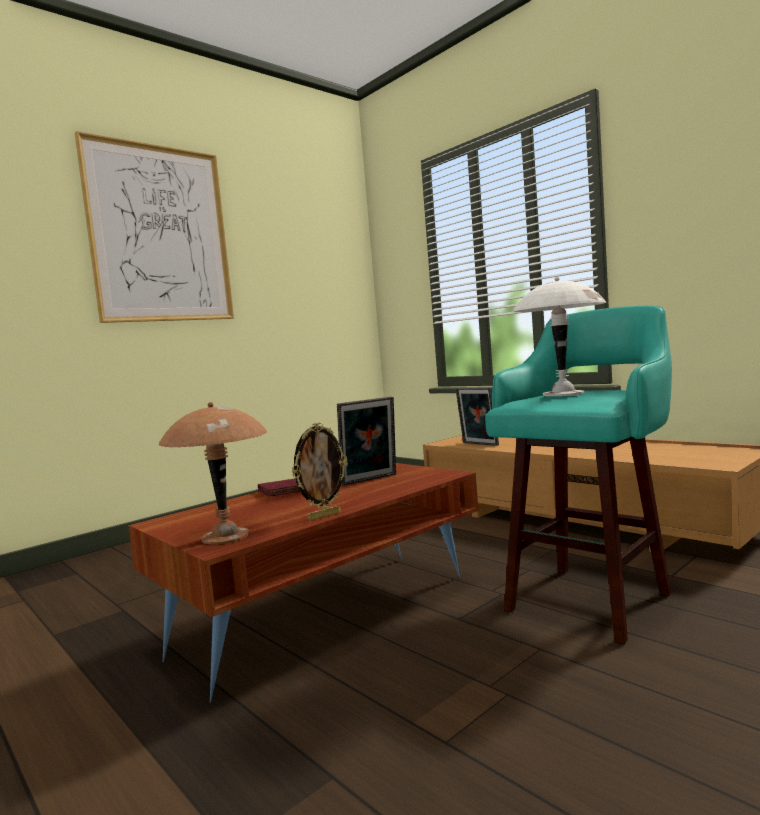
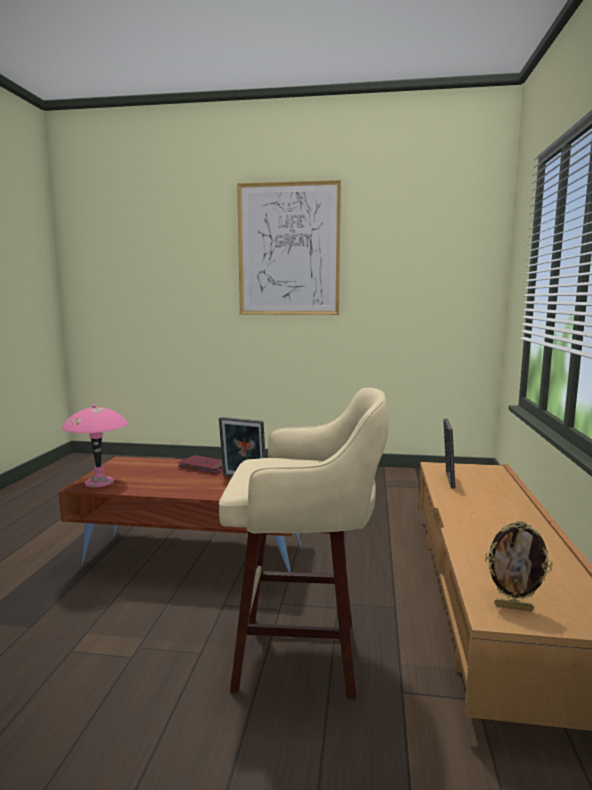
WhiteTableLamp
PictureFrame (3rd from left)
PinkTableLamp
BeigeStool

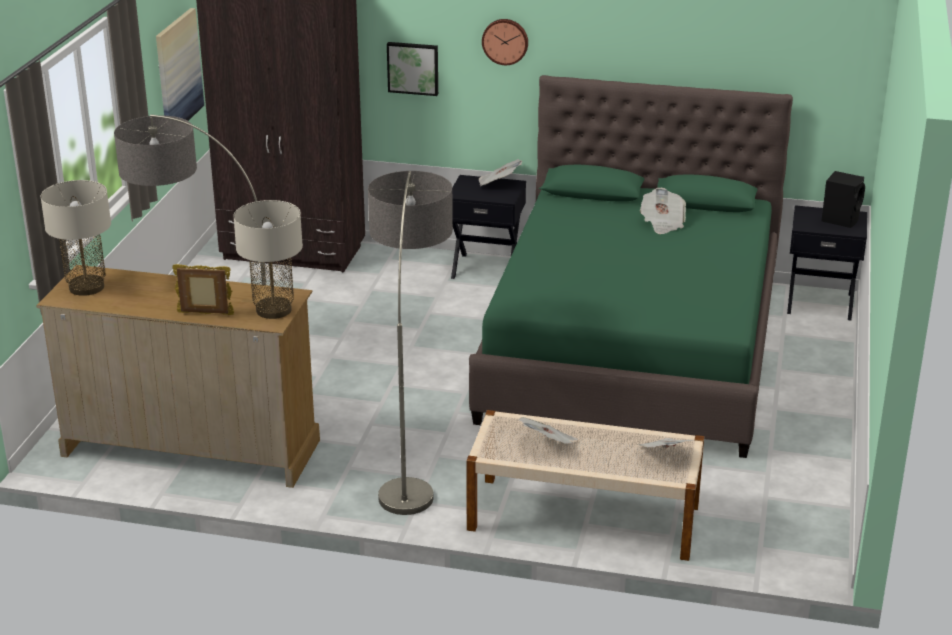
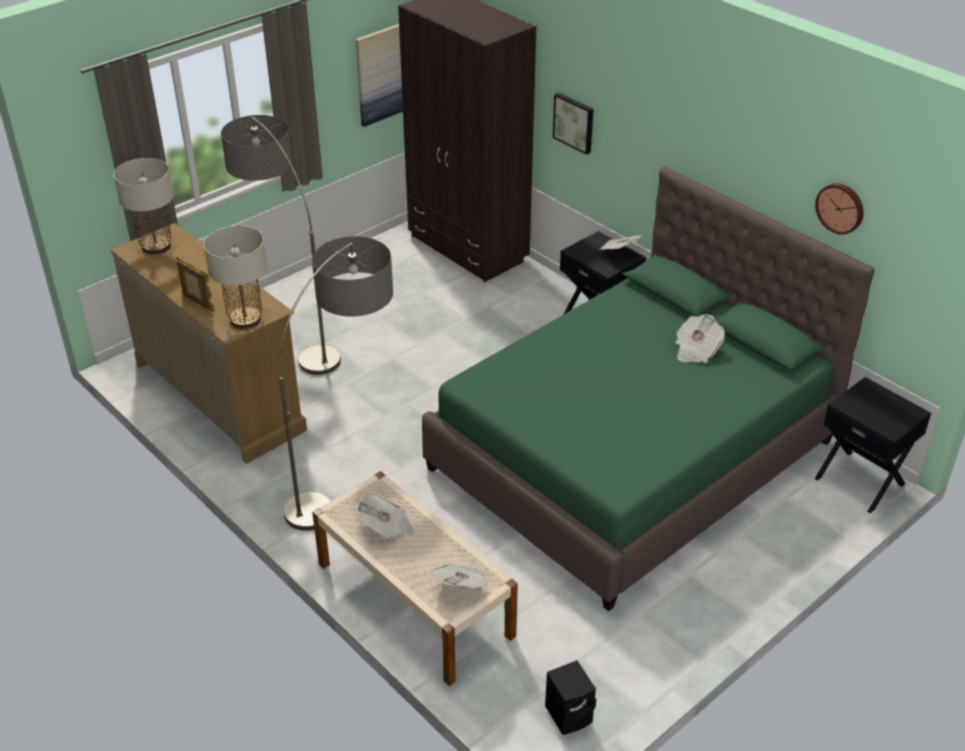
WallClock
BlackSpeaker

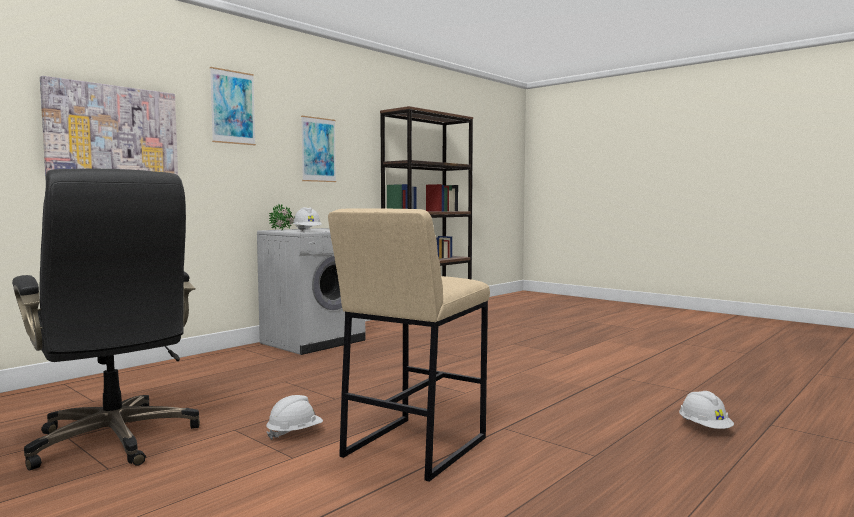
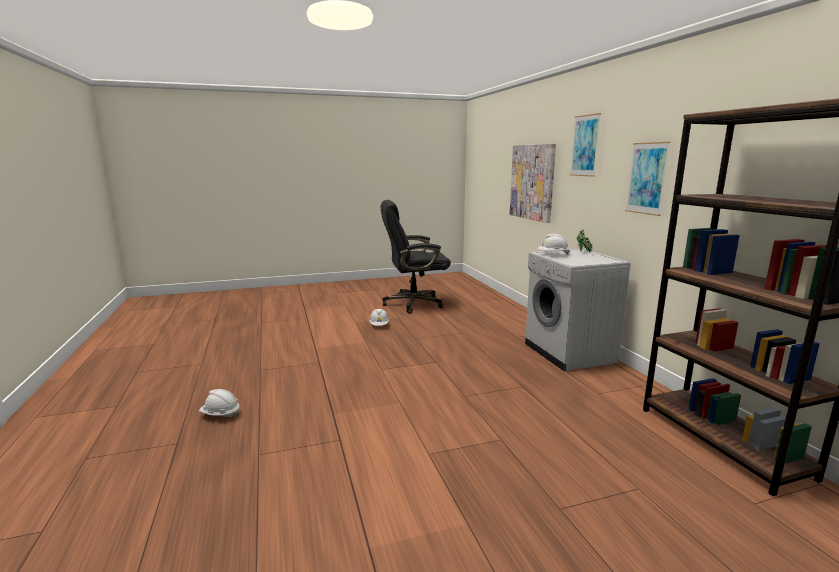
BeigeStool

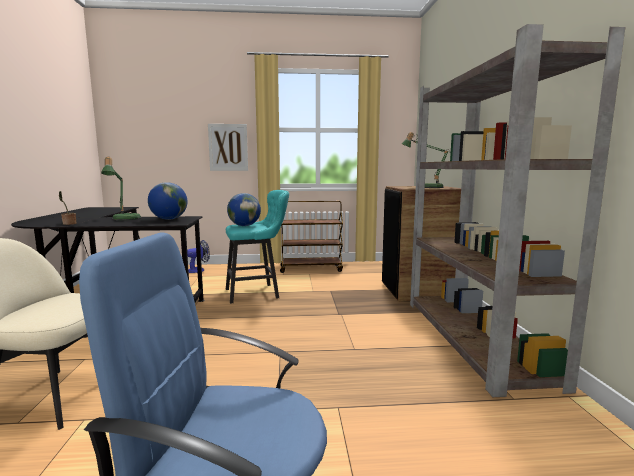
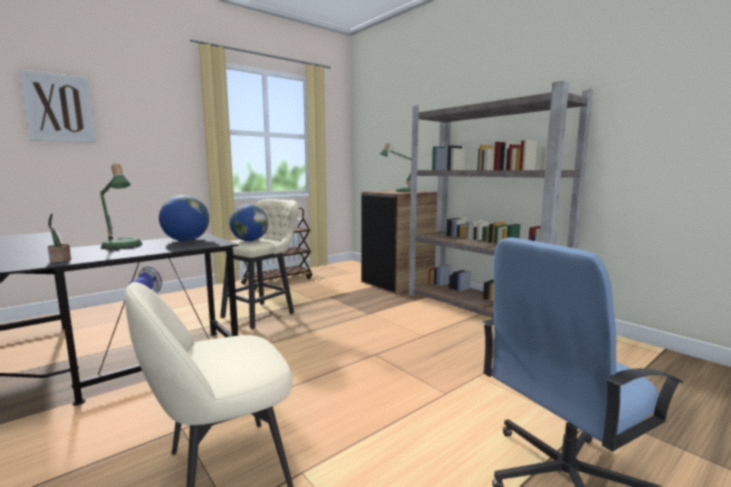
Picture
BeigeStool

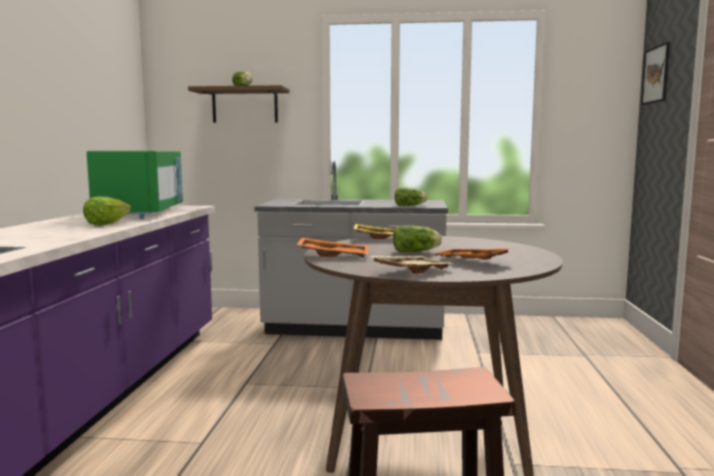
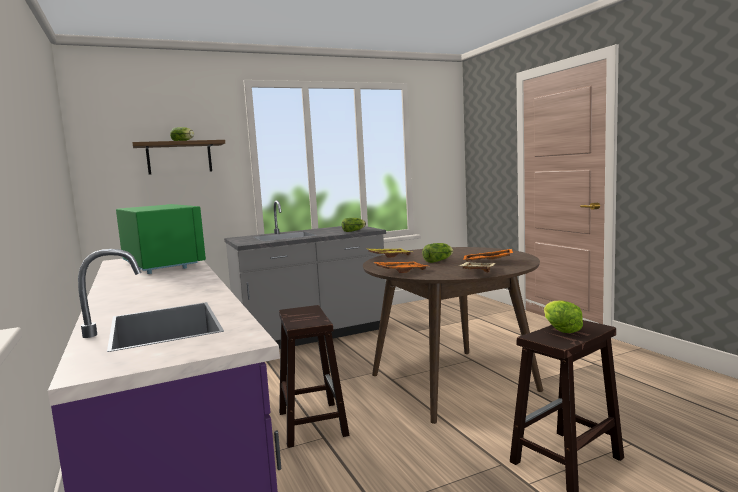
Picture
BrownStool (1st from left)
Lettuce (4th from left)

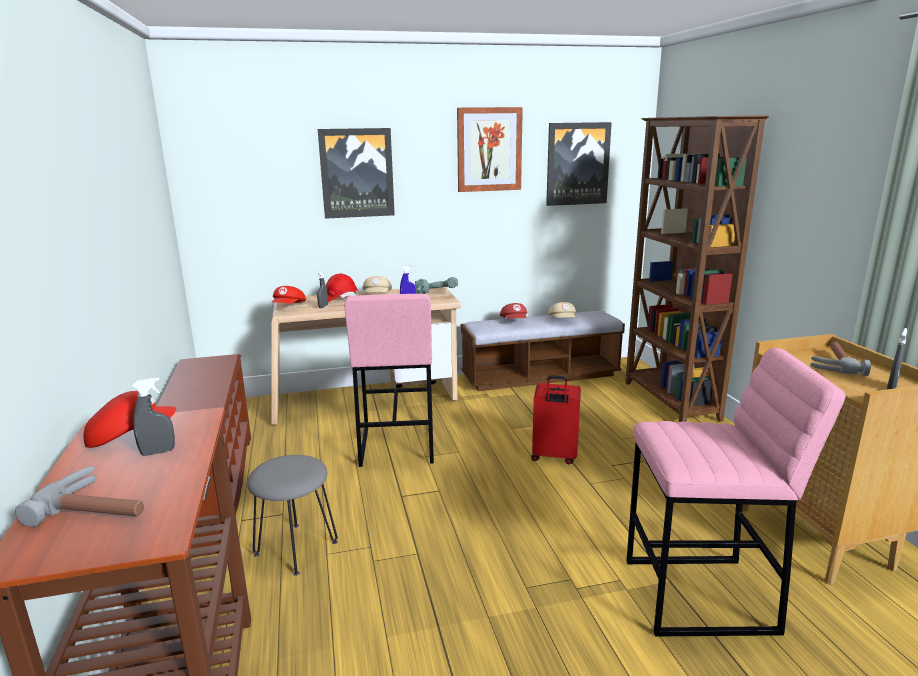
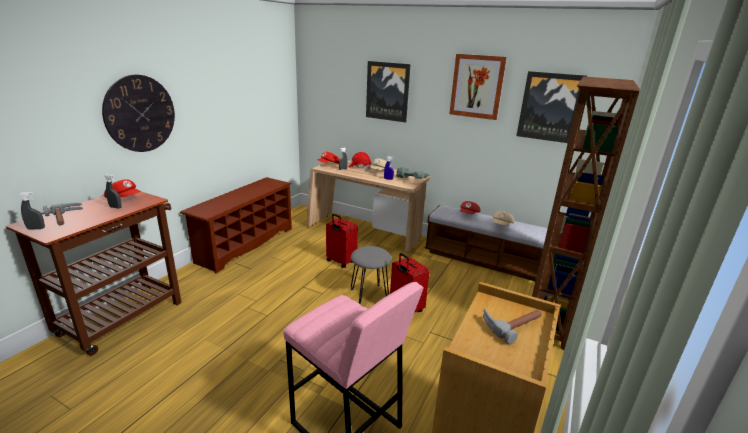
WallClock
GreyStool
GreySprayBottle (1st from left)
RedSuitcase (1st from left)

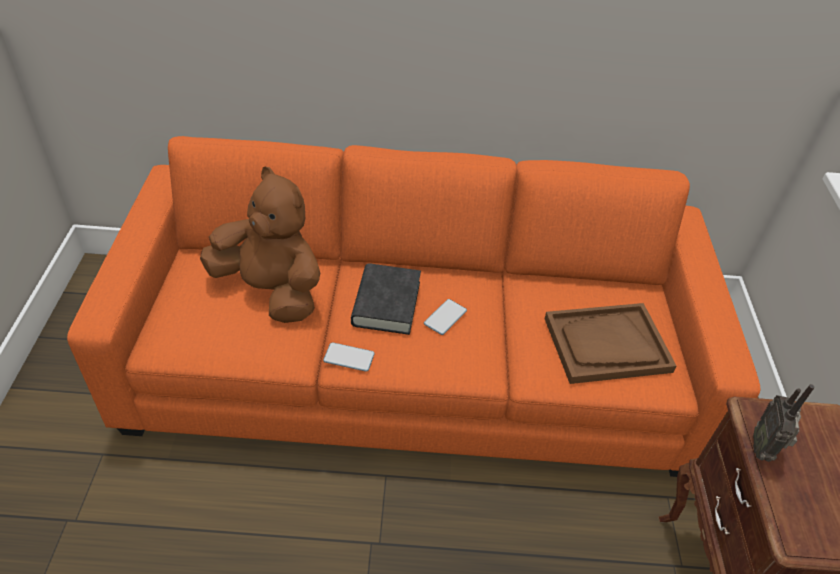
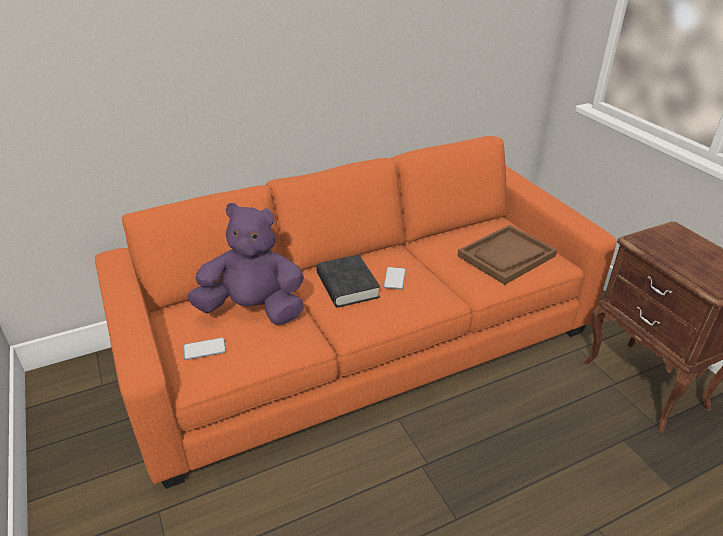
Radio
Phone (1st from left)
PurplePlushToy

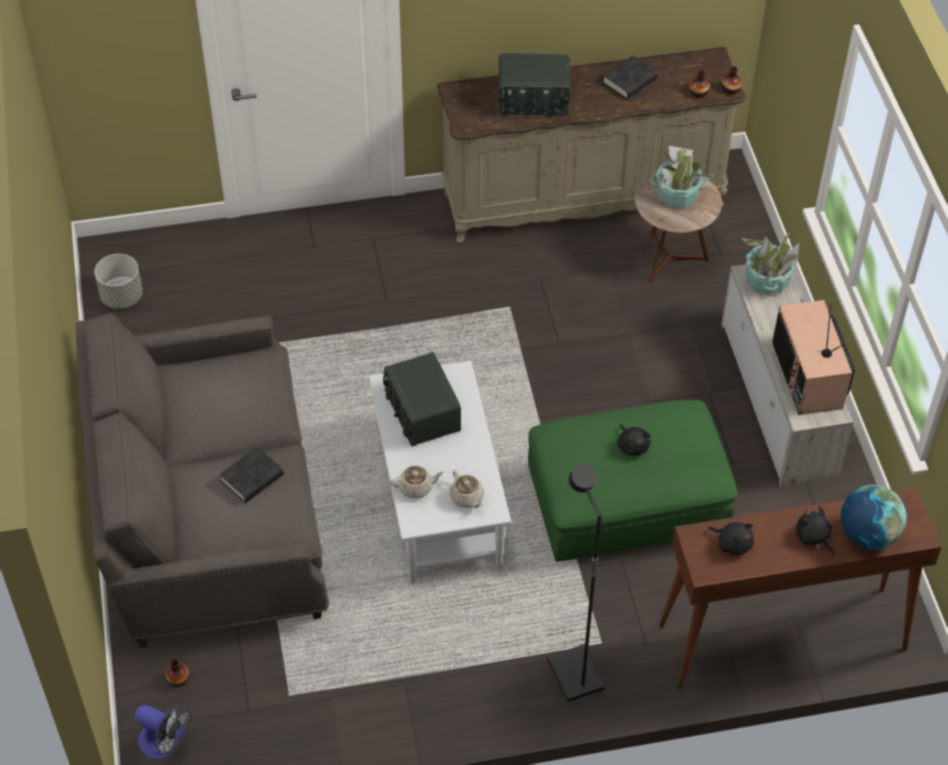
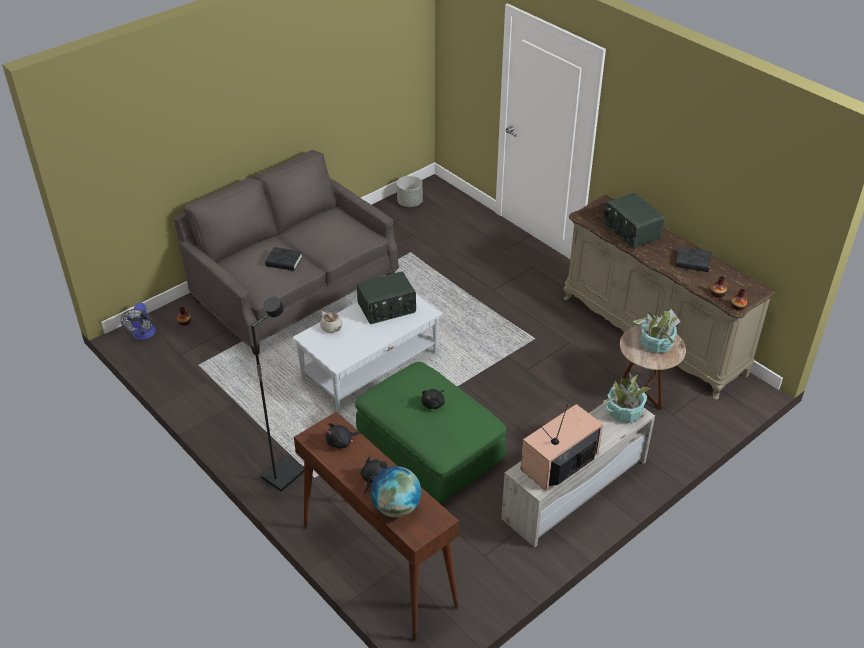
BeigeTeapot (2nd from left in the first image)
Radio (1st from left)
BlackPlushToy (1st from left)

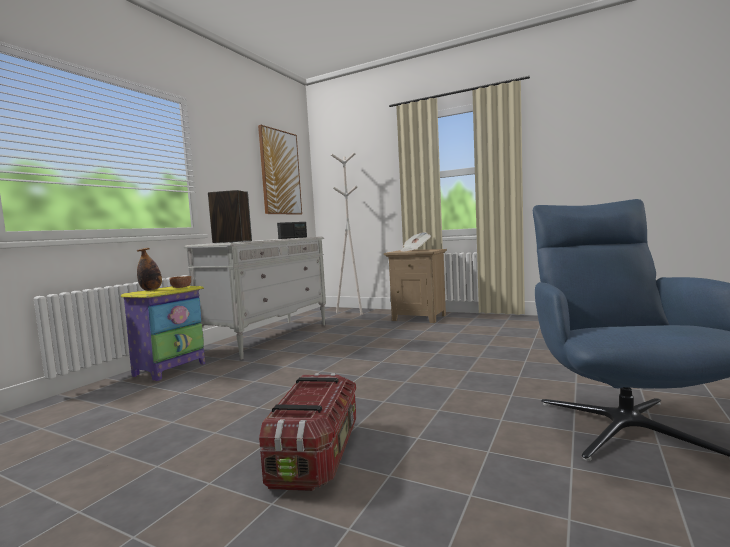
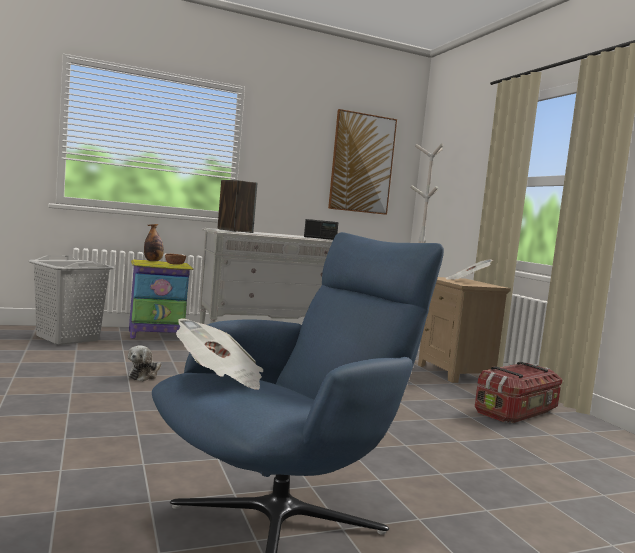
GreyLaundryBasket
PlushToy
Newspaper (1st from left)
StorageBox

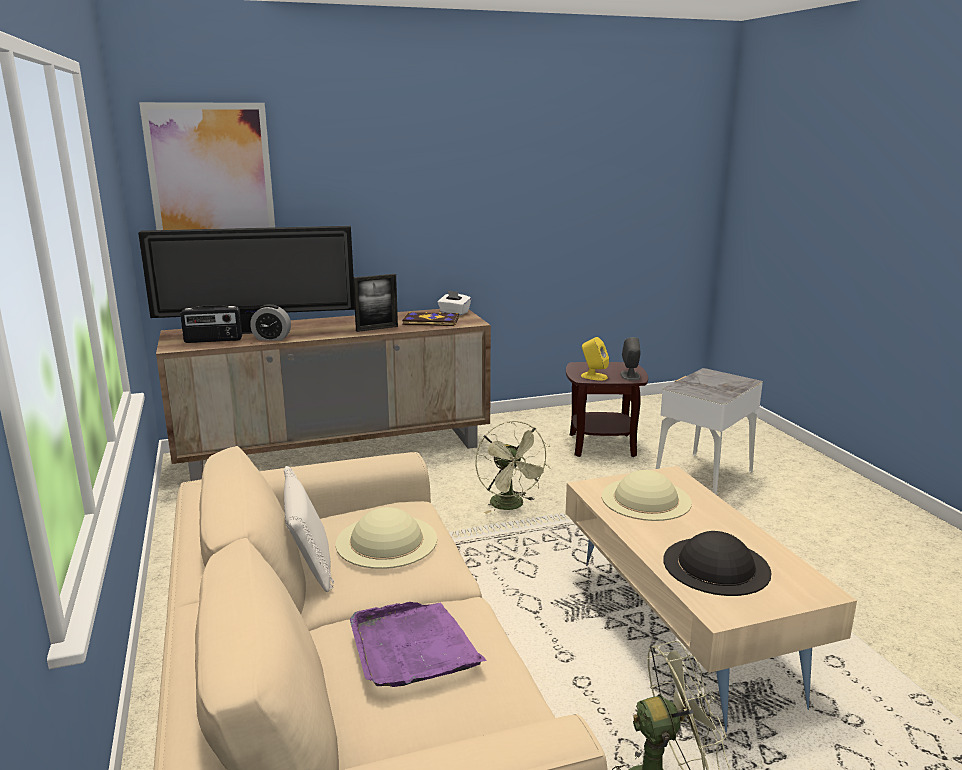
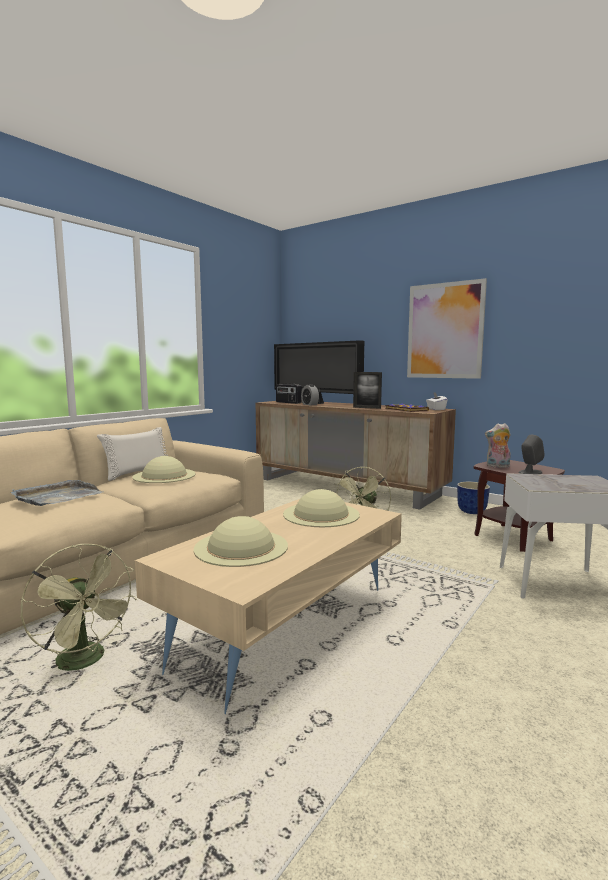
Planter
Picture
PlushToy
GreyTray
BeigeHat (2nd from left)

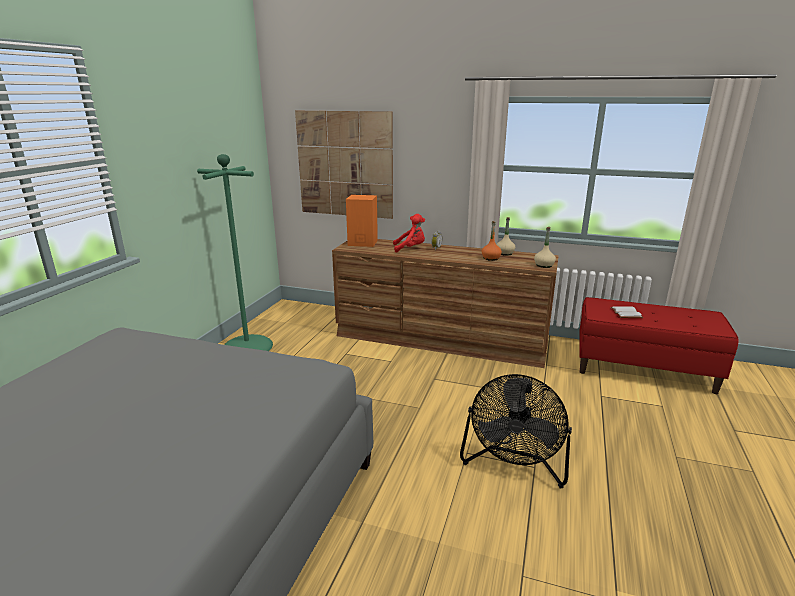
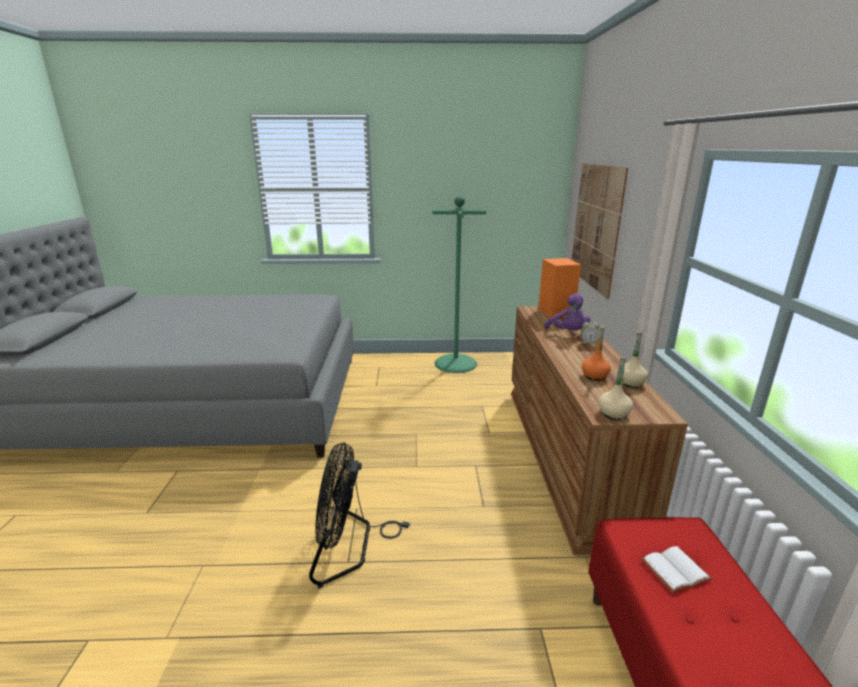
PurplePlushToy

